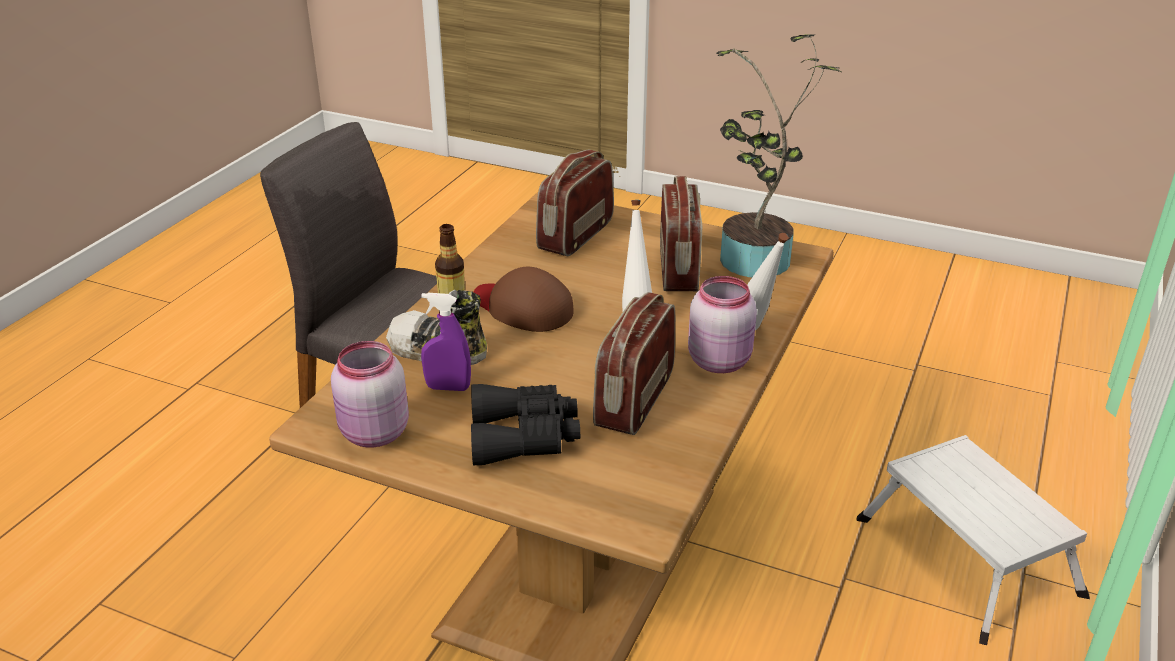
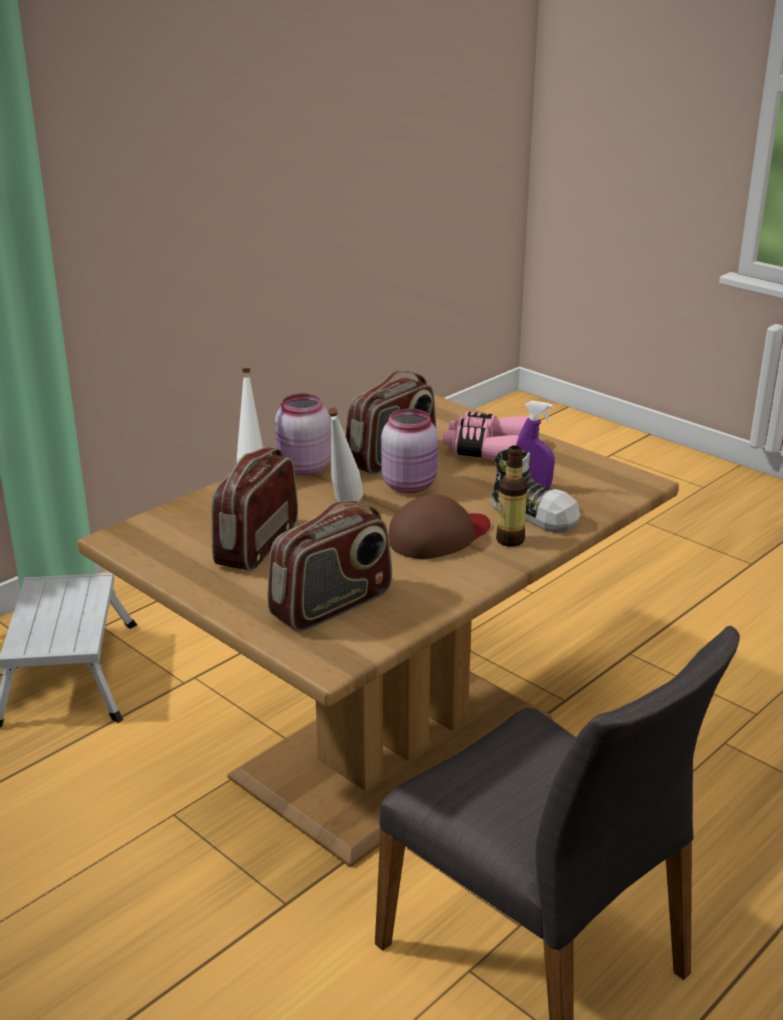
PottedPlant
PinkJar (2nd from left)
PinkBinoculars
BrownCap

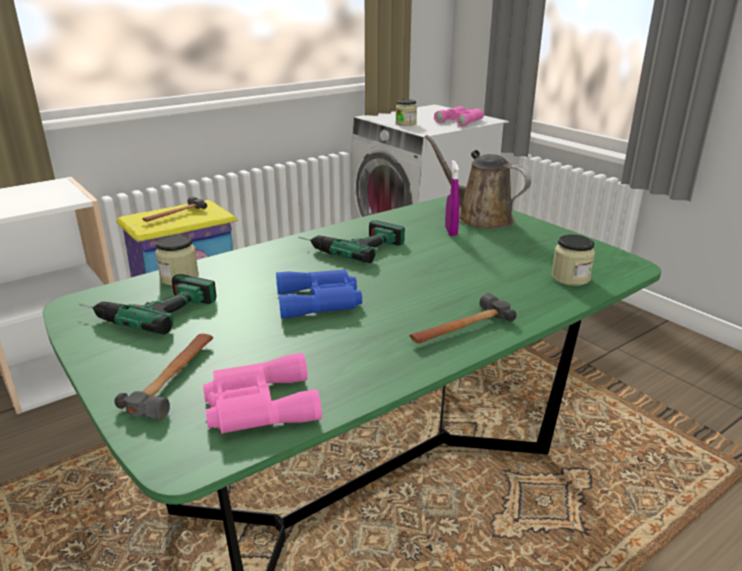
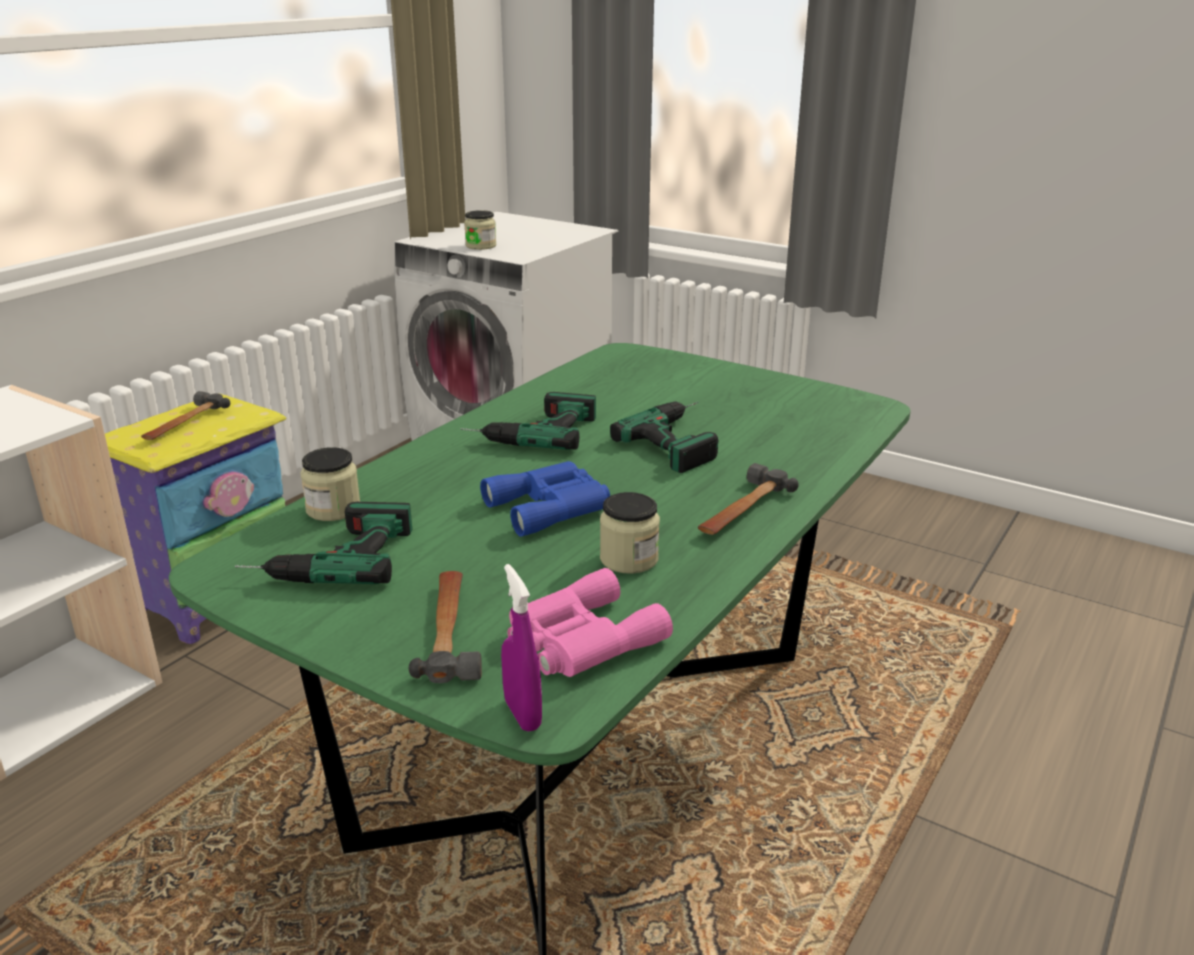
BrownWateringCan
PinkBinoculars (2nd from left in the first image)
PowerDrill (3rd from left)
PurpleSprayBottle
Jar (3rd from left)

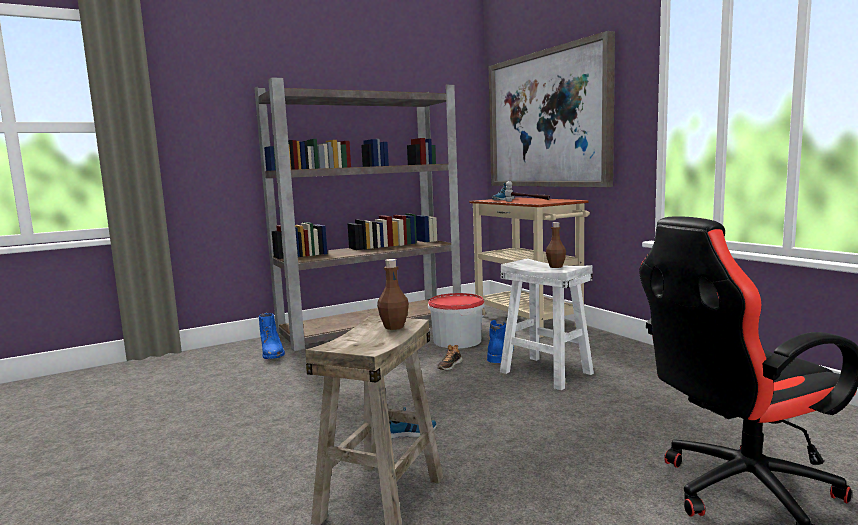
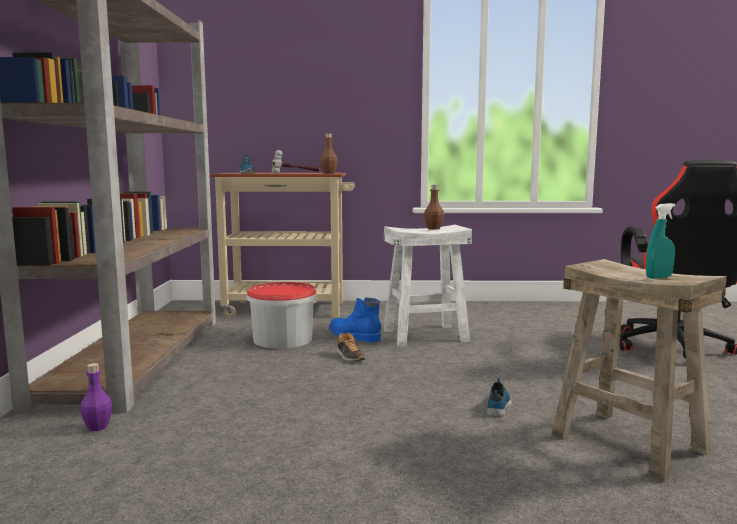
Picture
TurquoiseSprayBottle
BrownBottle (1st from left)
PurpleBottle

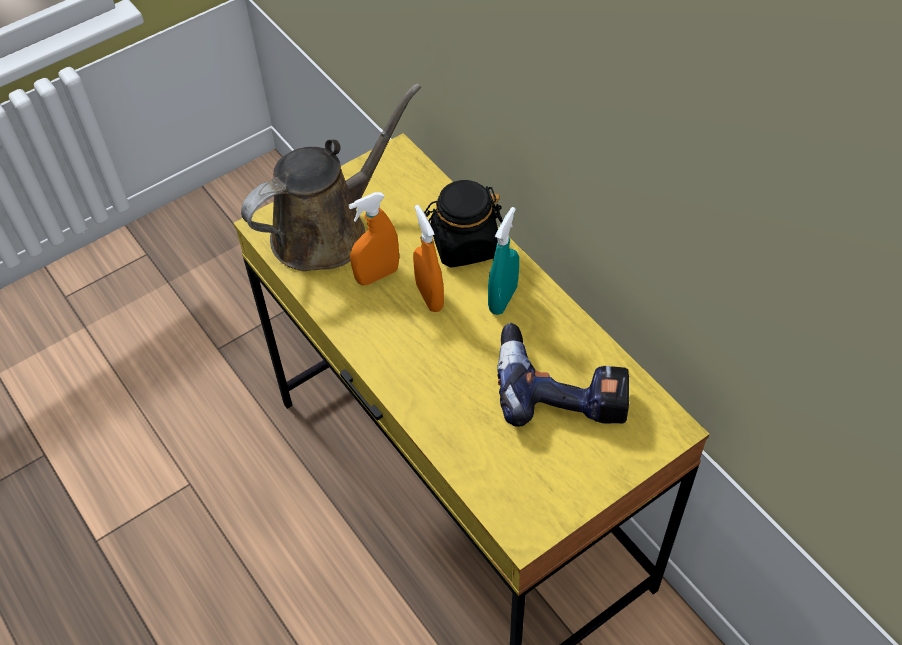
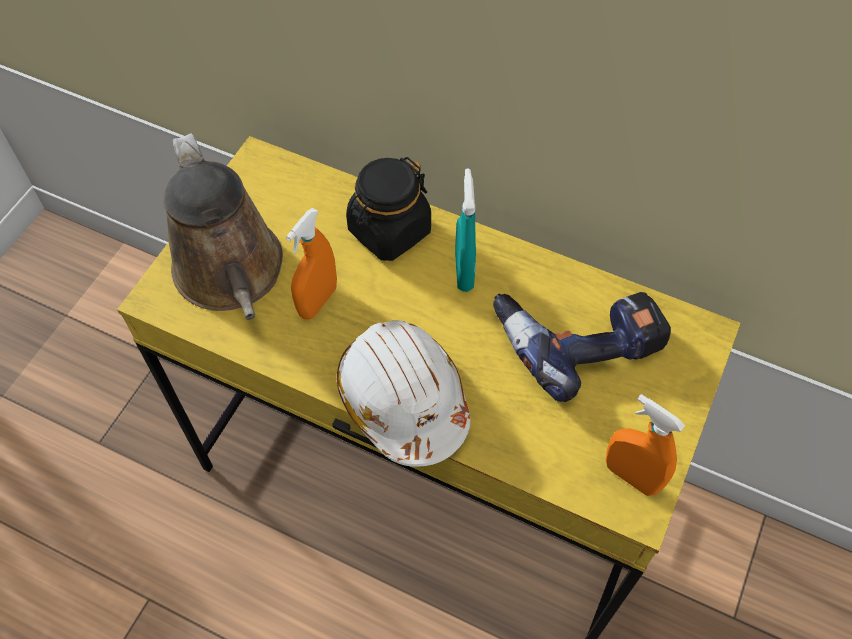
WhiteHardHat
OrangeSprayBottle (2nd from left)
BrownWateringCan

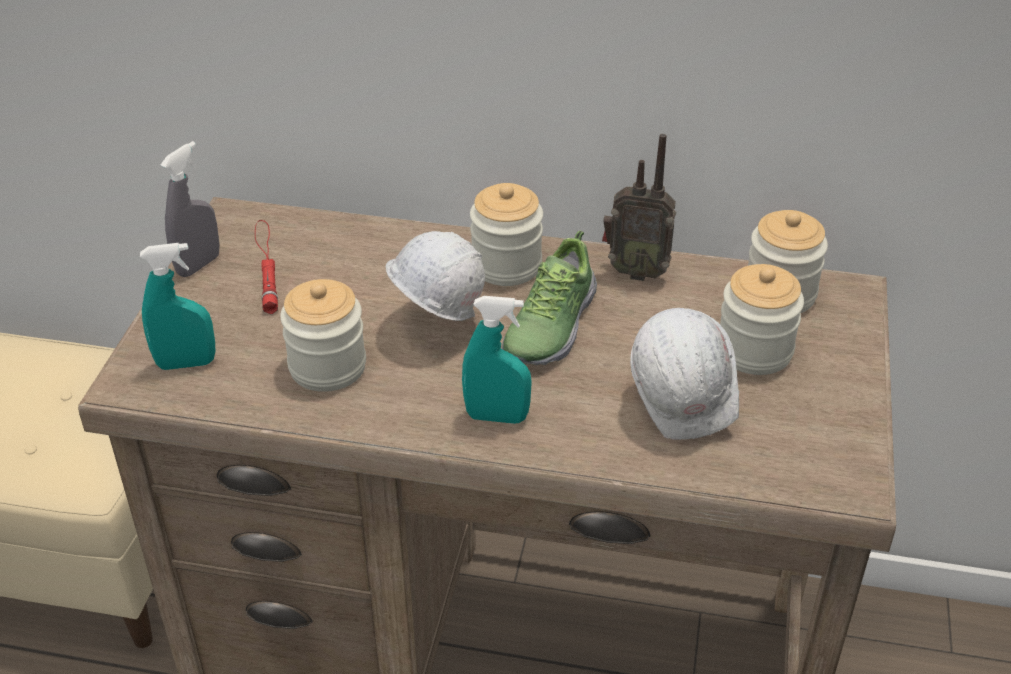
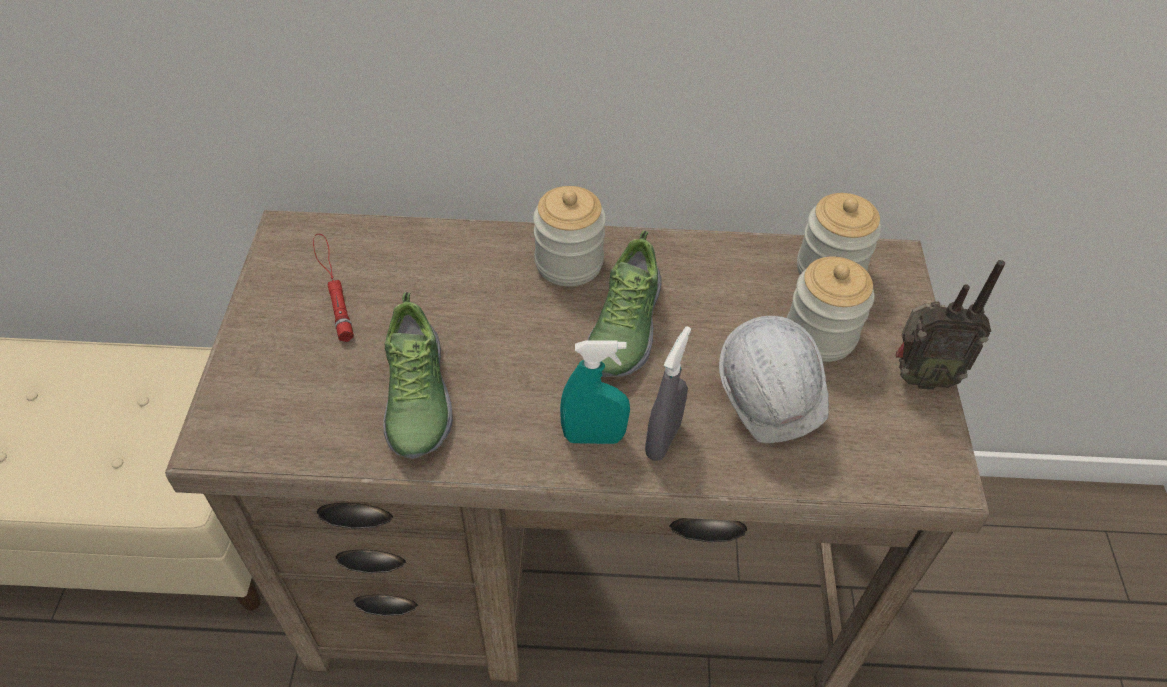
TurquoiseSprayBottle (1st from left in the first image)
WhiteHardHat (1st from left in the first image)
GreySprayBottle
Radio
Shoe (1st from left)

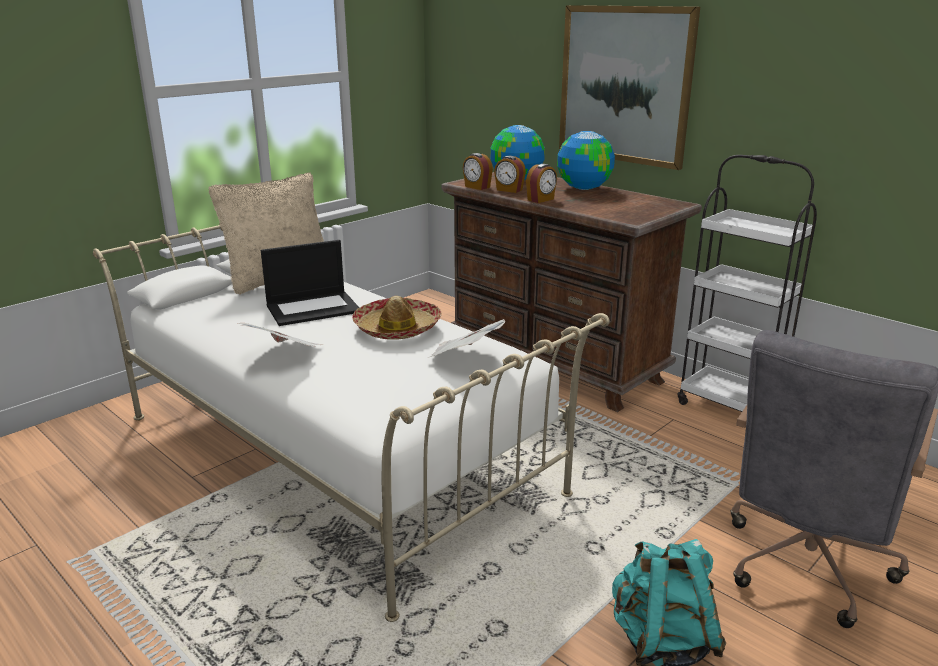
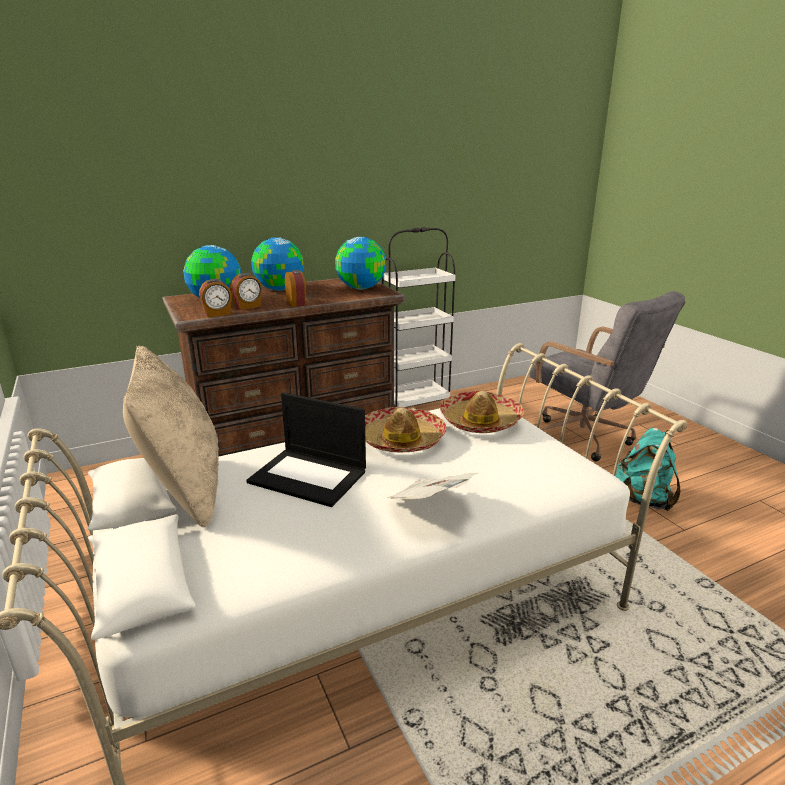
Picture
Globe (3rd from left)
Hat (2nd from left)
Laptop

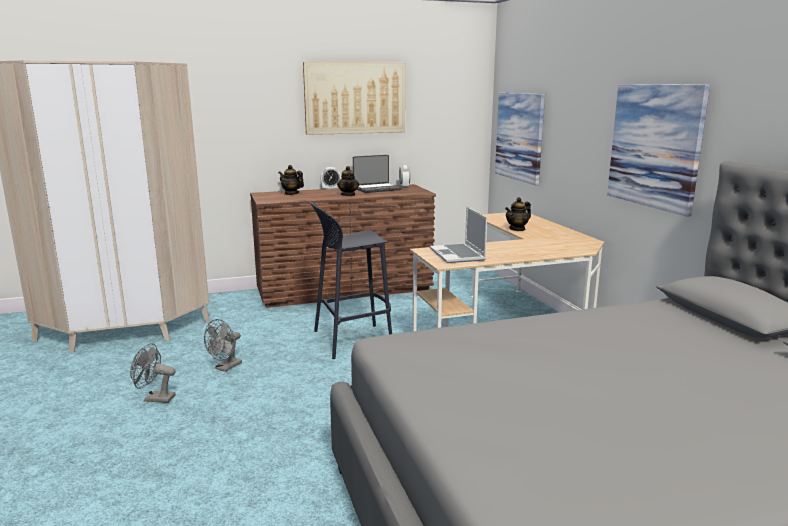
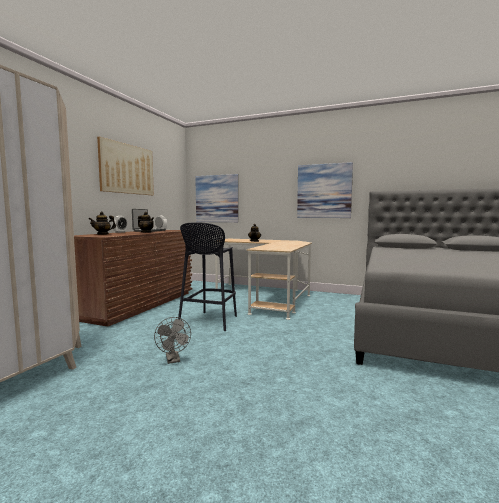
GreyFan (1st from left in the first image)
Laptop (2nd from left in the first image)

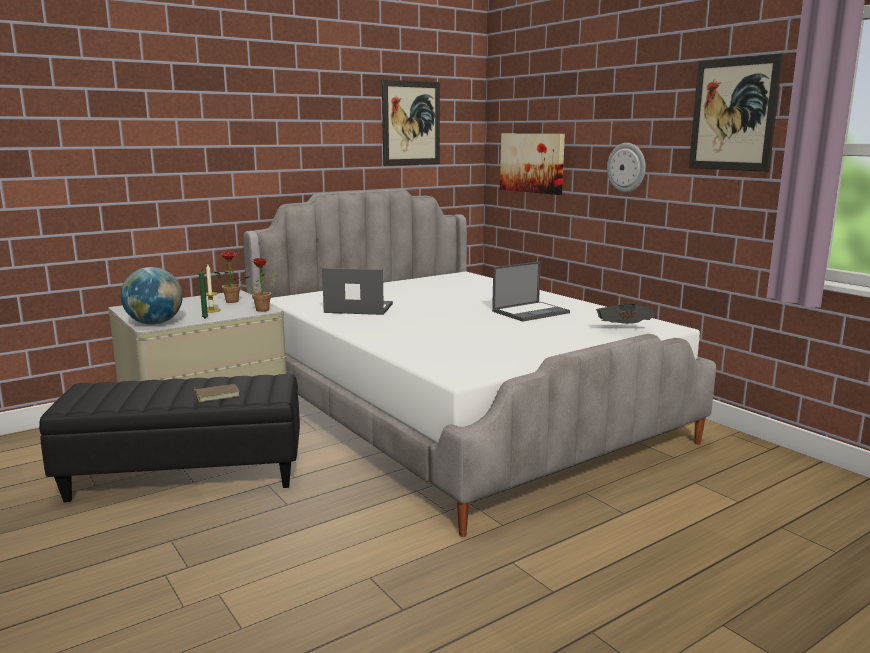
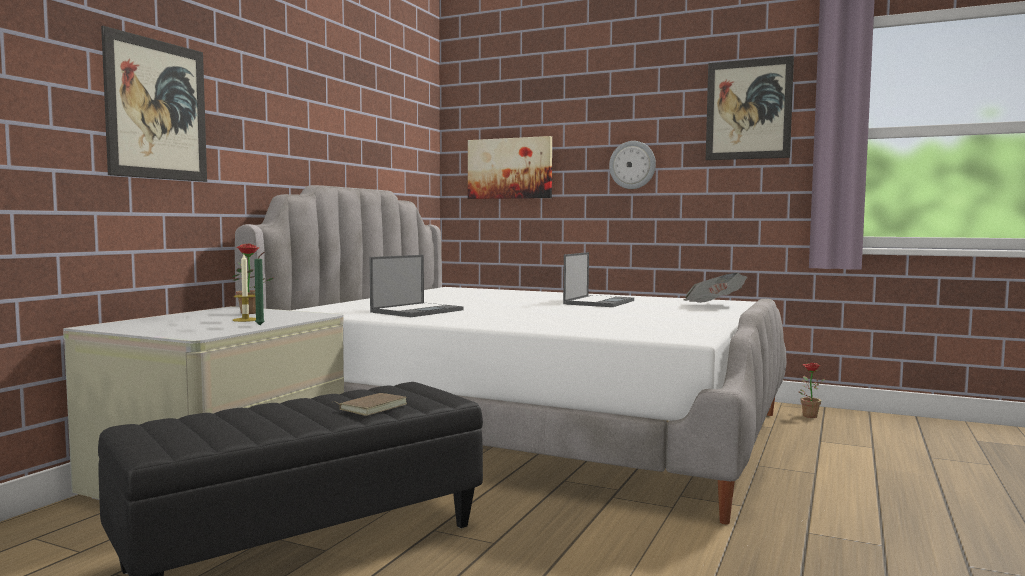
Globe
PottedPlant (2nd from left)
Picture (1st from left)
Laptop (1st from left)

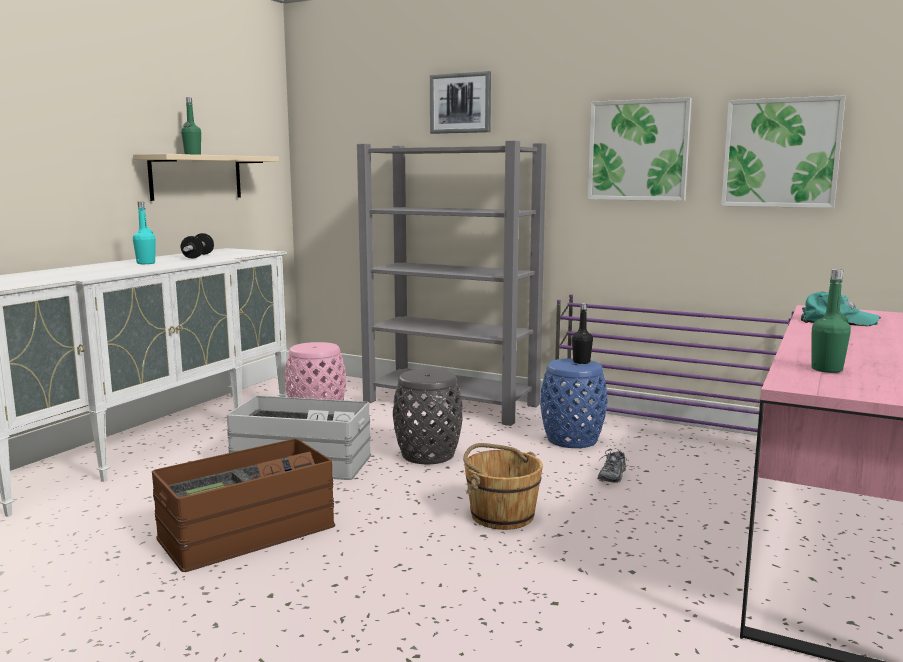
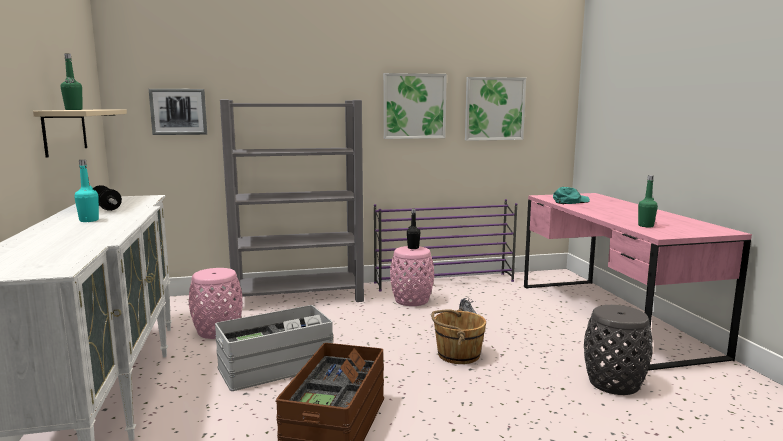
GreyStool
Picture (1st from left)
PinkStool (2nd from left)

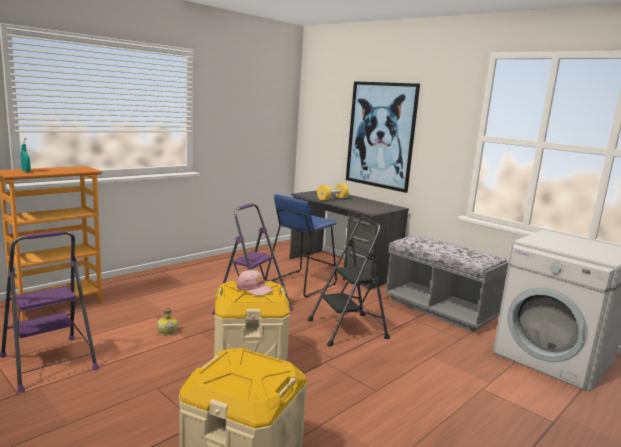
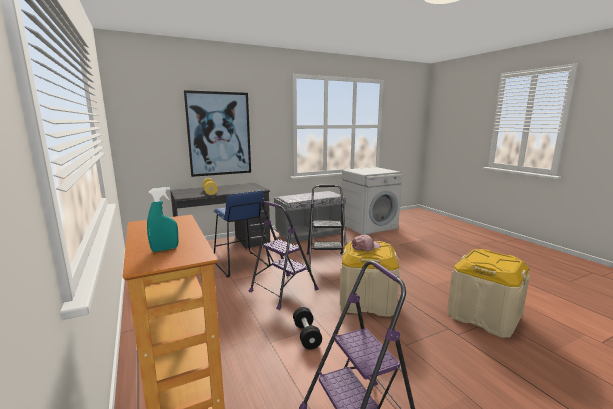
BlackDumbbell

